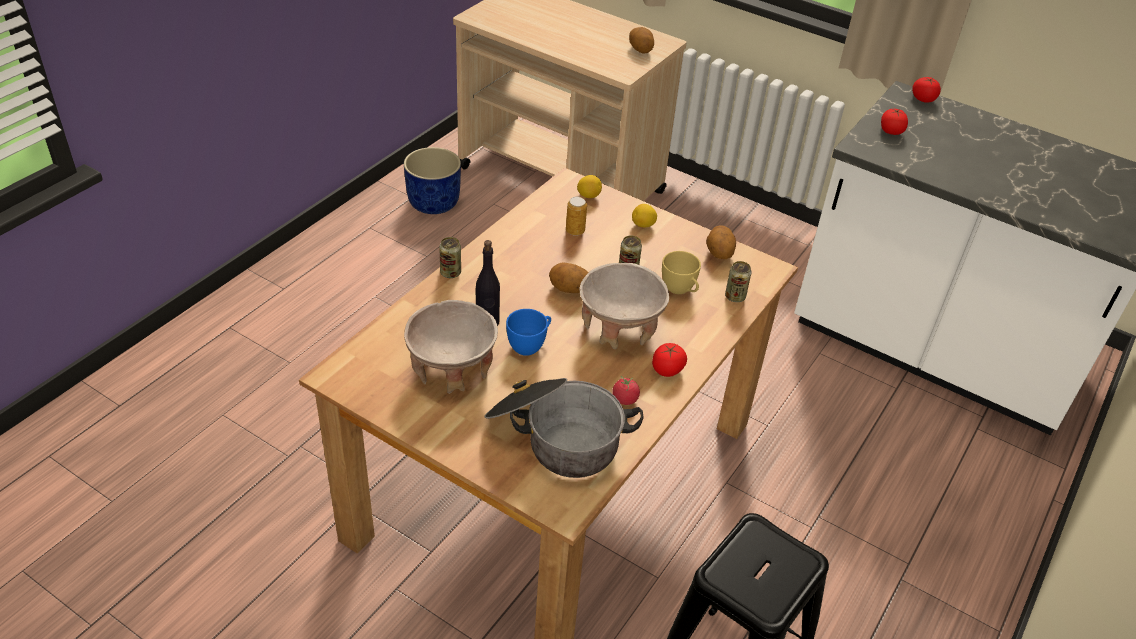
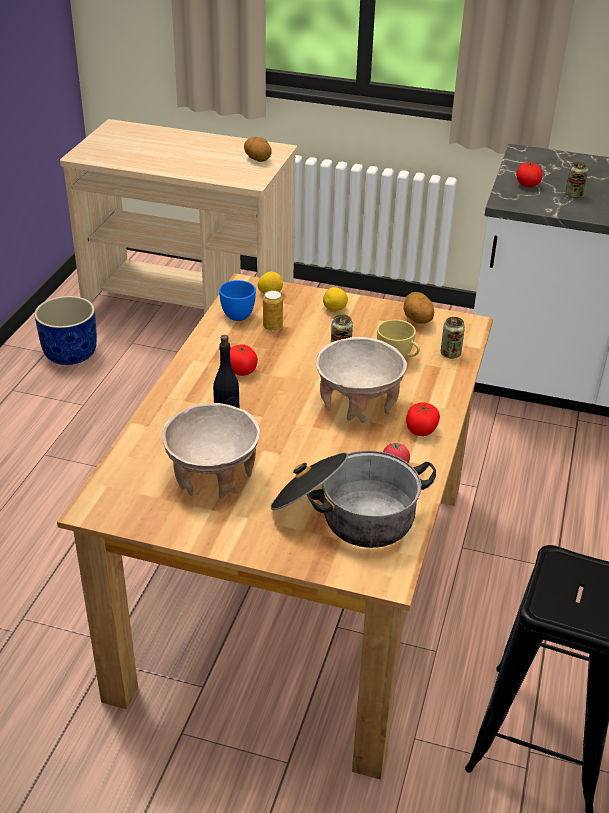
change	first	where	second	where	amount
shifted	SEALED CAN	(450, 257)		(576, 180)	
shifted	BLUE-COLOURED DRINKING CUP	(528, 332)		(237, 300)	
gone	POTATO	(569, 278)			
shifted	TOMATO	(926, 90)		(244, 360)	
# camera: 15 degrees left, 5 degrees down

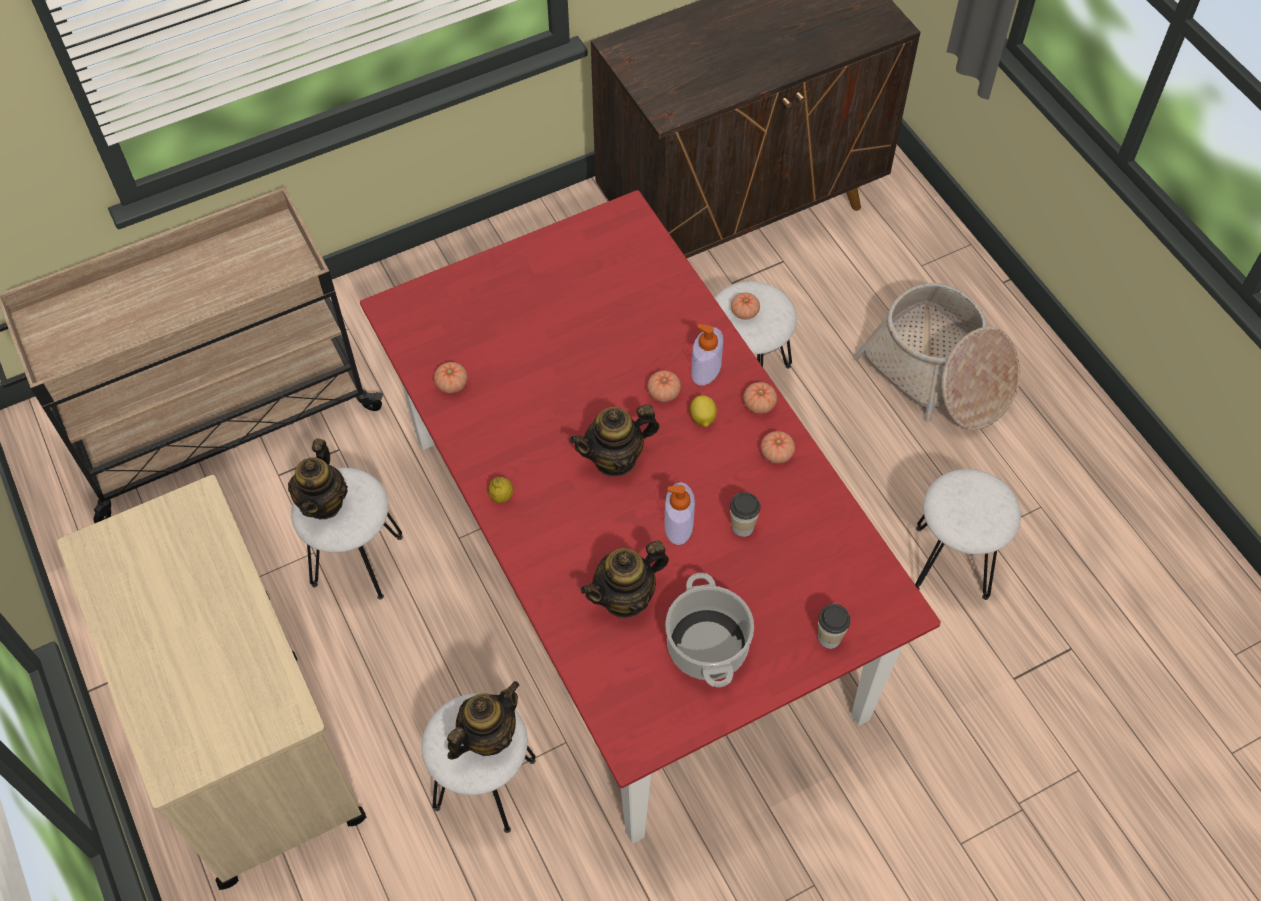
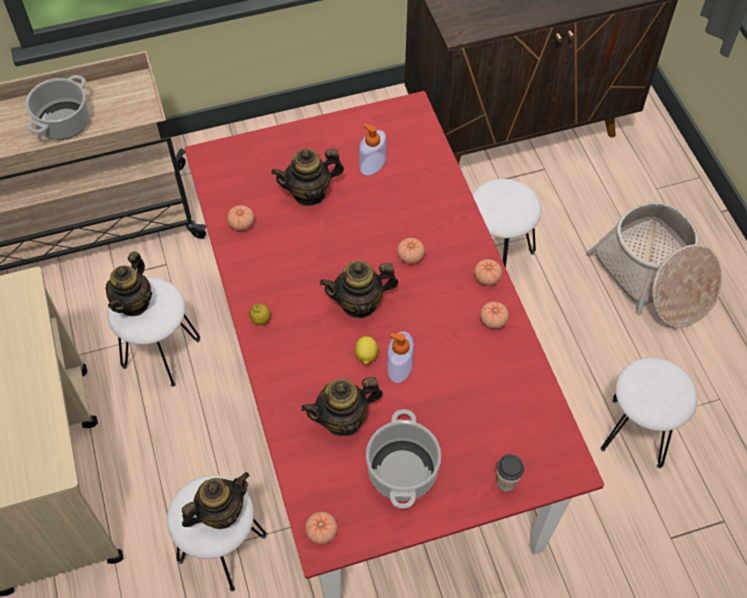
change	first	where	second	where	amount
shifted	LEMON	(703, 411)		(366, 350)	
shifted	SOAP BOTTLE	(707, 354)		(372, 150)	
gone	DRINKING CUP	(745, 514)			
shifted	TOMATO	(745, 306)		(321, 528)	
new			COOKING POT	(58, 107)	
new			TEAPOT	(307, 177)	
# camera: 10 degrees right, 0 degrees up

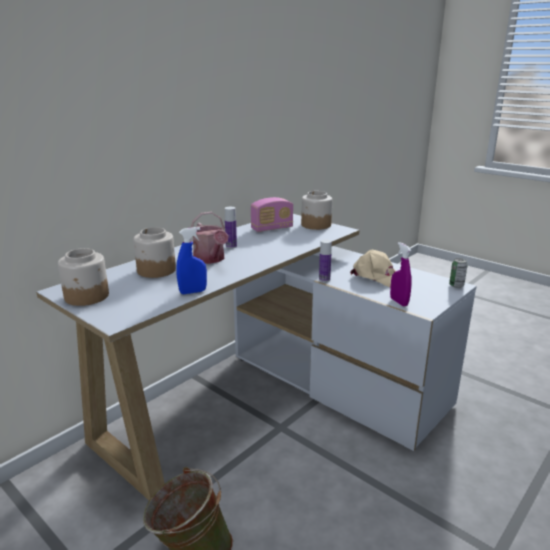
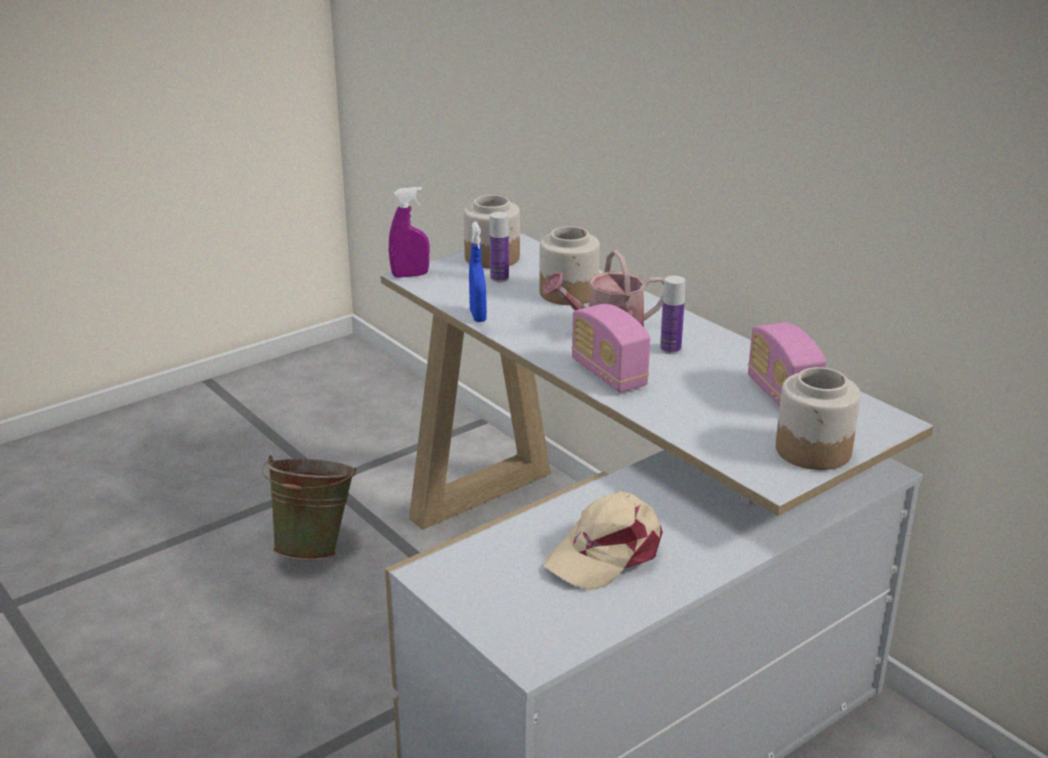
change	first	where	second	where	amount
shifted	BEVERAGE BOTTLE	(325, 260)		(499, 247)	
shifted	PURPLE-COLOURED HAND SPRAYER	(401, 274)		(409, 232)	
gone	SEALED CAN	(458, 273)			
new			RADIO	(610, 348)	
# camera: 100 degrees right, 5 degrees up

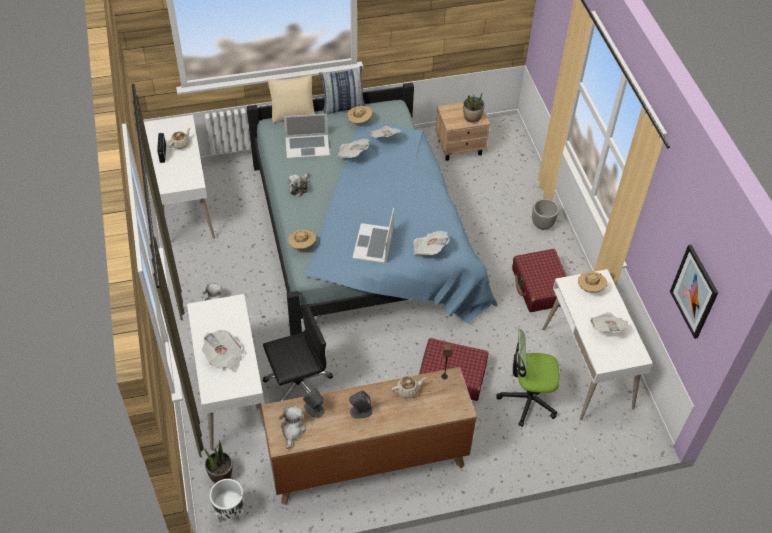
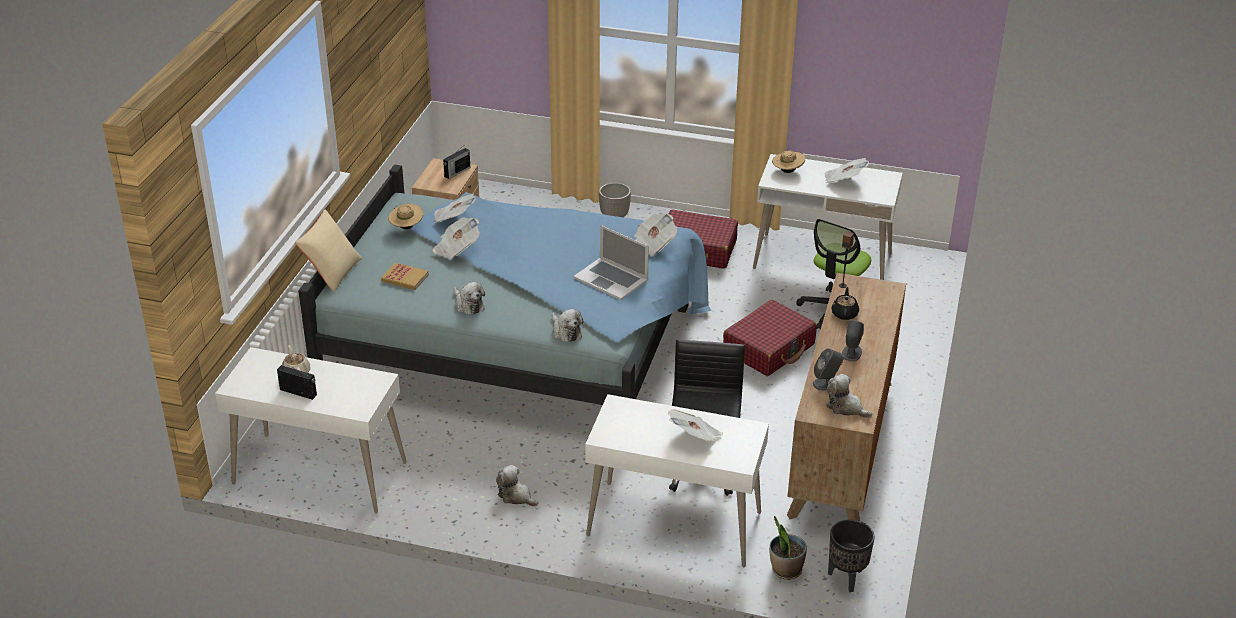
change	first	where	second	where	amount
repainted	WHITE-COLOURED PLANT POT	(227, 501)	BLACK-COLOURED PLANT POT	(851, 555)	
swapped	NOTEBOOK COMPUTER	(307, 136)	BOUND BOOK	(405, 276)	
swapped	BEIGE CLOTHING HAT	(302, 239)	SOFT TOY	(568, 325)	
gone	THROW PILLOW	(342, 90)			
repainted	BEIGE TEAPOT	(409, 387)	BLACK-COLOURED TEAPOT	(845, 303)	
swapped	PLANT IN A POT	(473, 107)	RADIO	(456, 163)	
gone	WALL ART	(694, 292)			
# camera: 60 degrees left, 15 degrees down

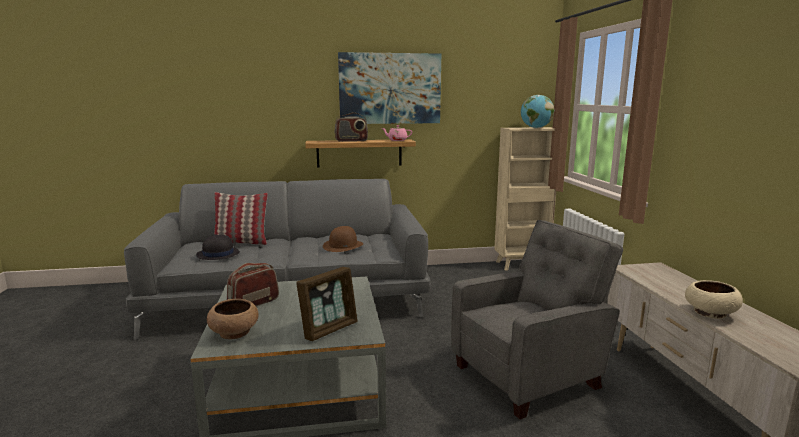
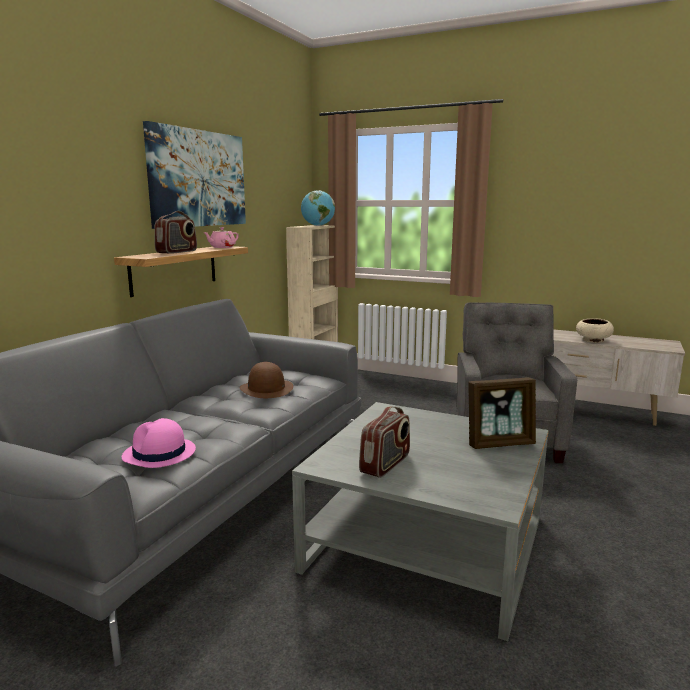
change	first	where	second	where	amount
repainted	BLACK-COLOURED CLOTHING HAT	(218, 247)	PINK CLOTHING HAT	(159, 443)	
gone	BROWN-COLOURED DEEP DISH	(233, 319)			
gone	THROW PILLOW	(241, 218)			
rotated	RADIO	(253, 285)		(384, 442)	135 degrees counterclockwise
rotated	STANDING FRAME	(327, 304)		(502, 413)	90 degrees clockwise
# camera: 55 degrees left, 0 degrees up

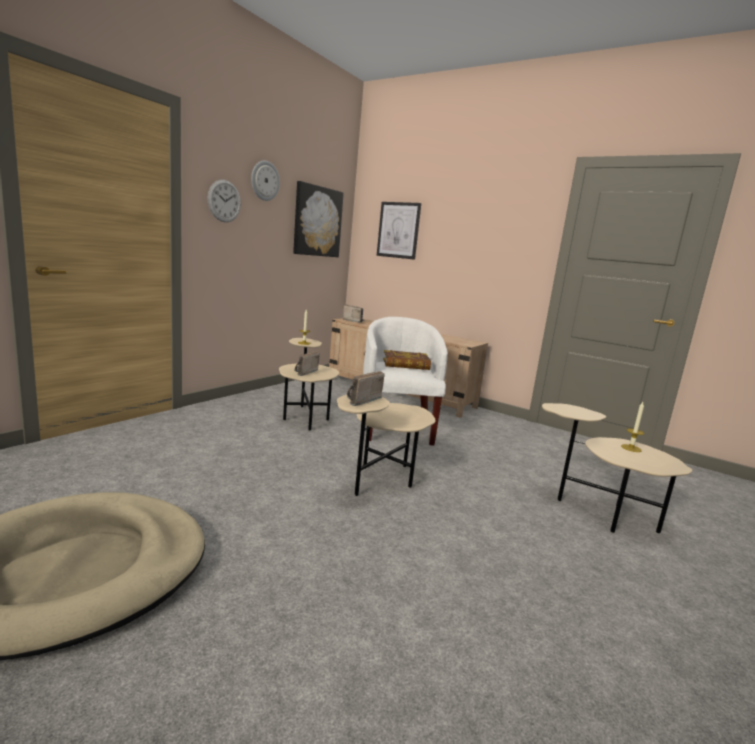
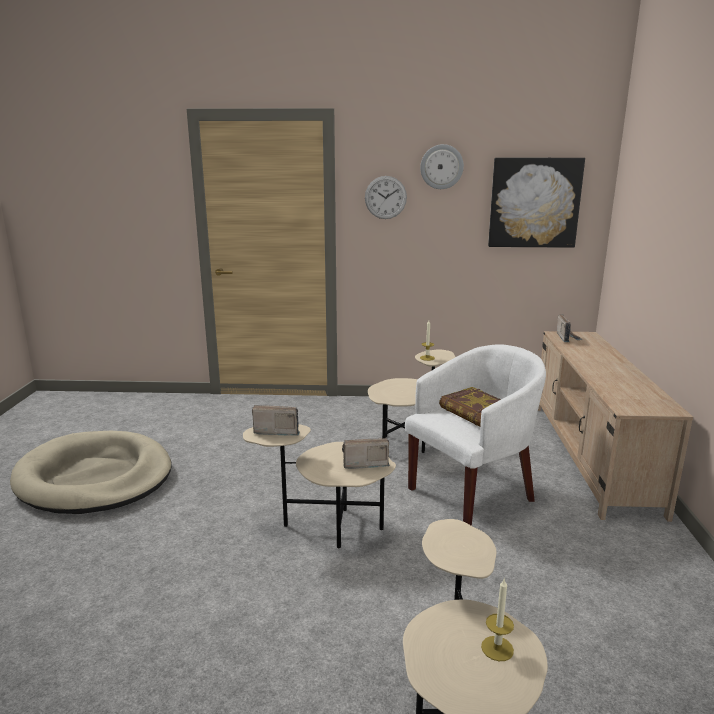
change	first	where	second	where	amount
shifted	RADIO	(307, 363)		(366, 453)	
gone	WALL ART	(399, 231)			
# camera: 60 degrees right, 5 degrees up

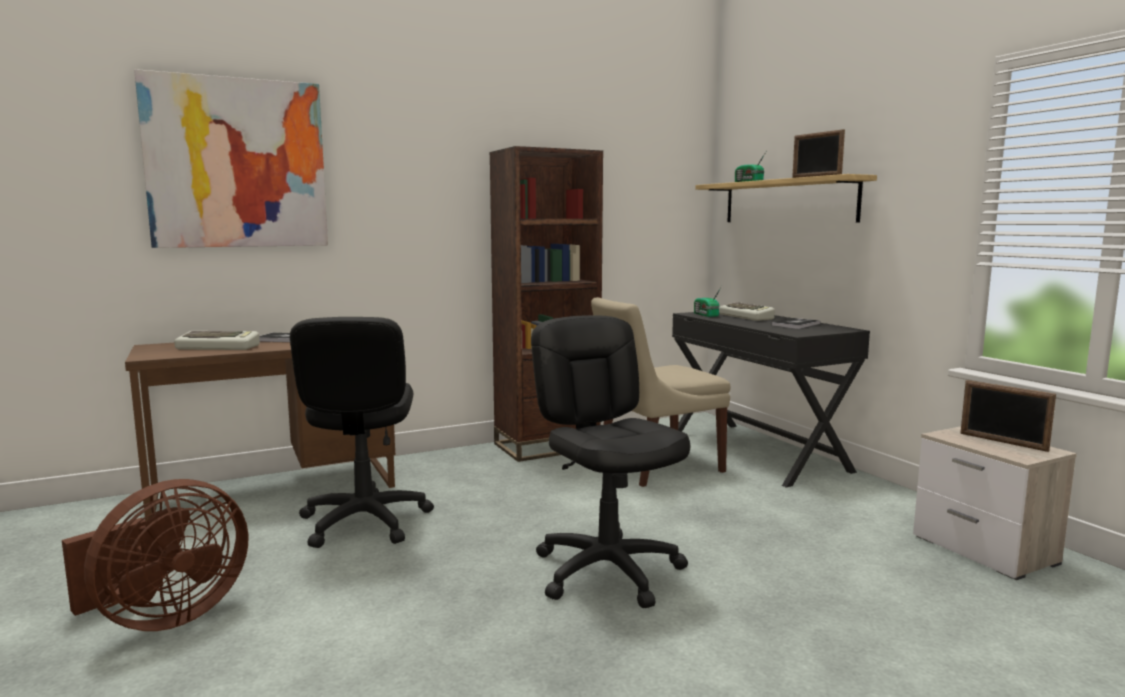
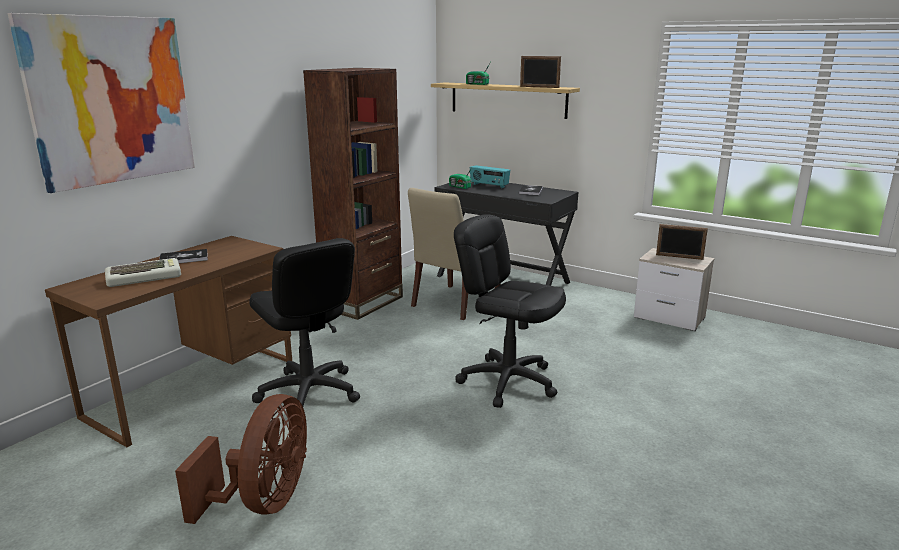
change	first	where	second	where	amount
swapped	COMPUTER KEYBOARD	(747, 311)	RADIO	(490, 177)	
# camera: 30 degrees left, 10 degrees up

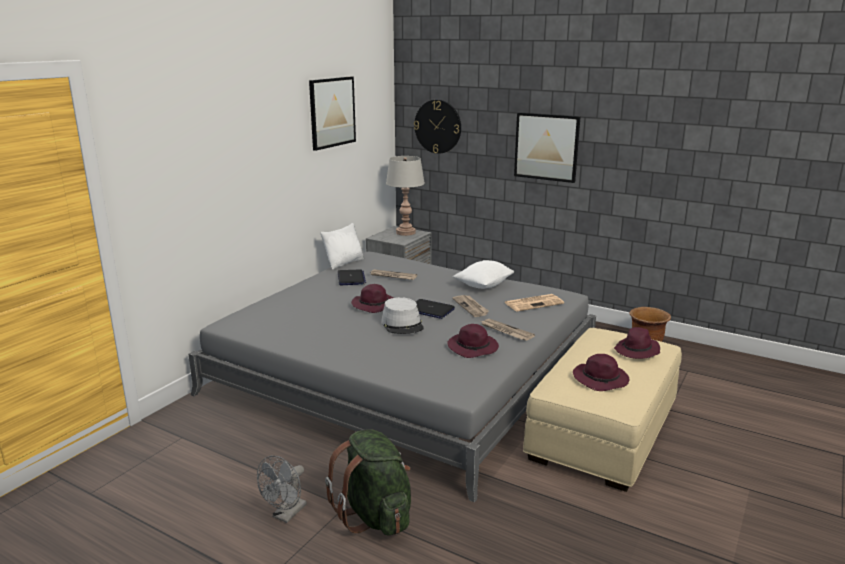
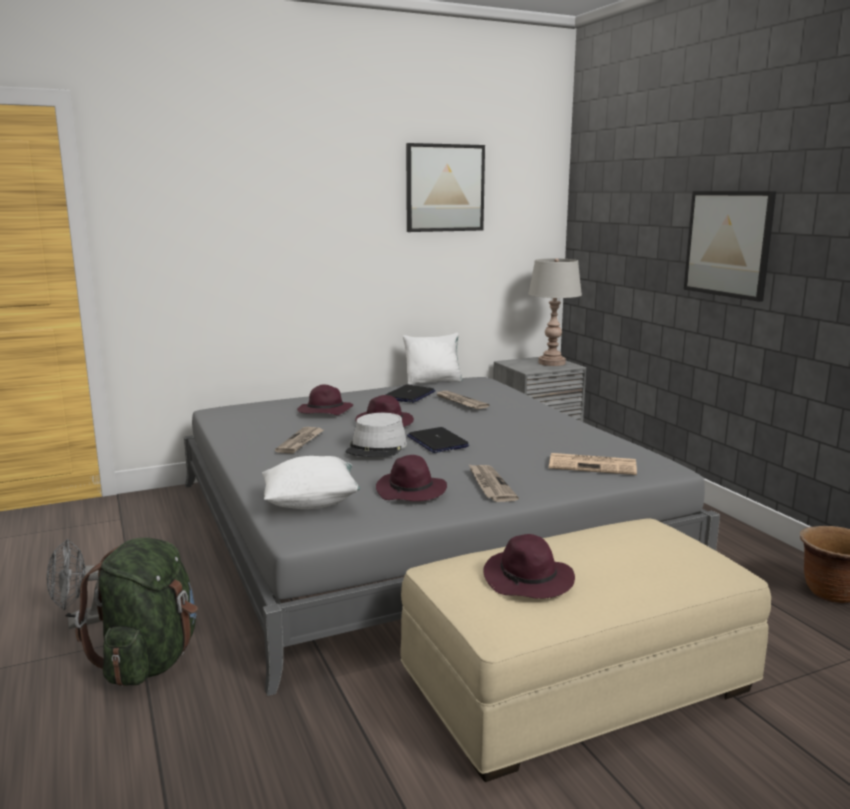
change	first	where	second	where	amount
gone	CLOCK ON THE WALL	(437, 127)			
shifted	WHITE-COLOURED THROW PILLOW	(483, 274)		(311, 482)	
shifted	DAILY PAPER	(471, 306)		(299, 440)	
shifted	PURPLE-COLOURED CLOTHING HAT	(637, 343)		(325, 400)	
# camera: 35 degrees right, 5 degrees down

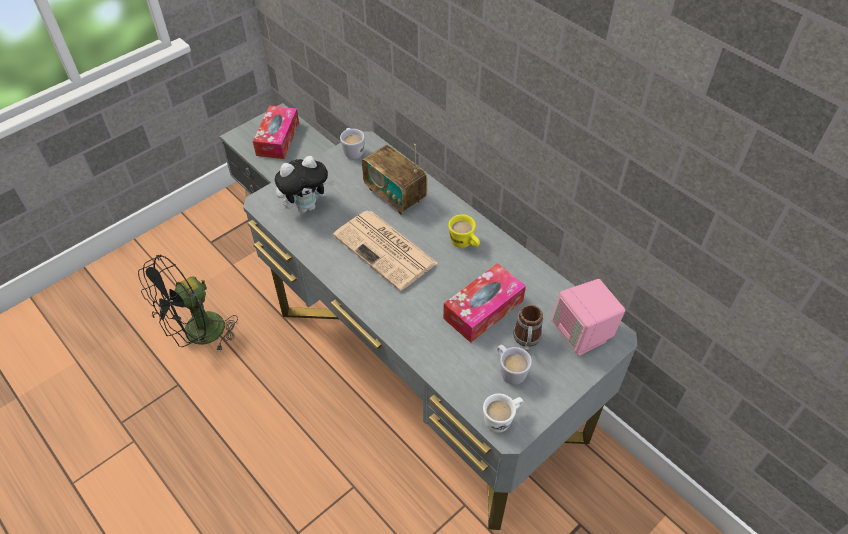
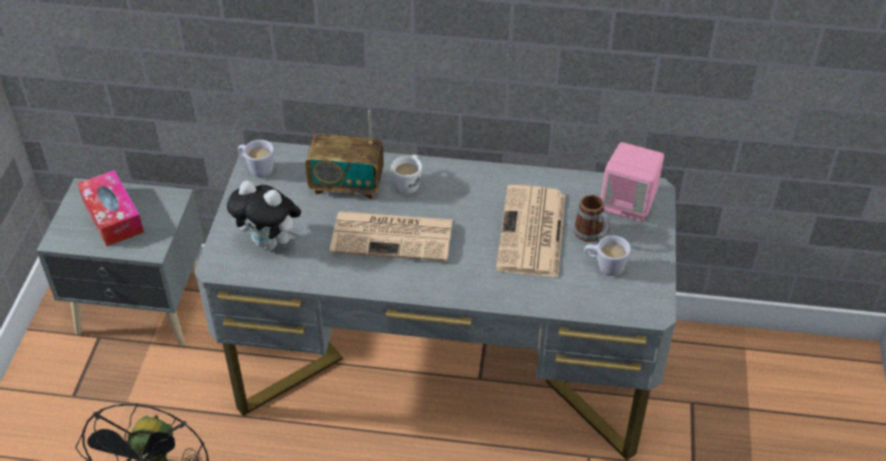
change	first	where	second	where	amount
rotated	SOFT TOY	(304, 184)		(264, 215)	90 degrees clockwise
swapped	BOX OF TISSUES	(484, 303)	DAILY PAPER	(531, 231)	
gone	YELLOWISH COFFEE MUG	(464, 231)			
shifted	WHITE-COLOURED COFFEE MUG	(503, 413)		(406, 174)	
# camera: 40 degrees left, 5 degrees down

